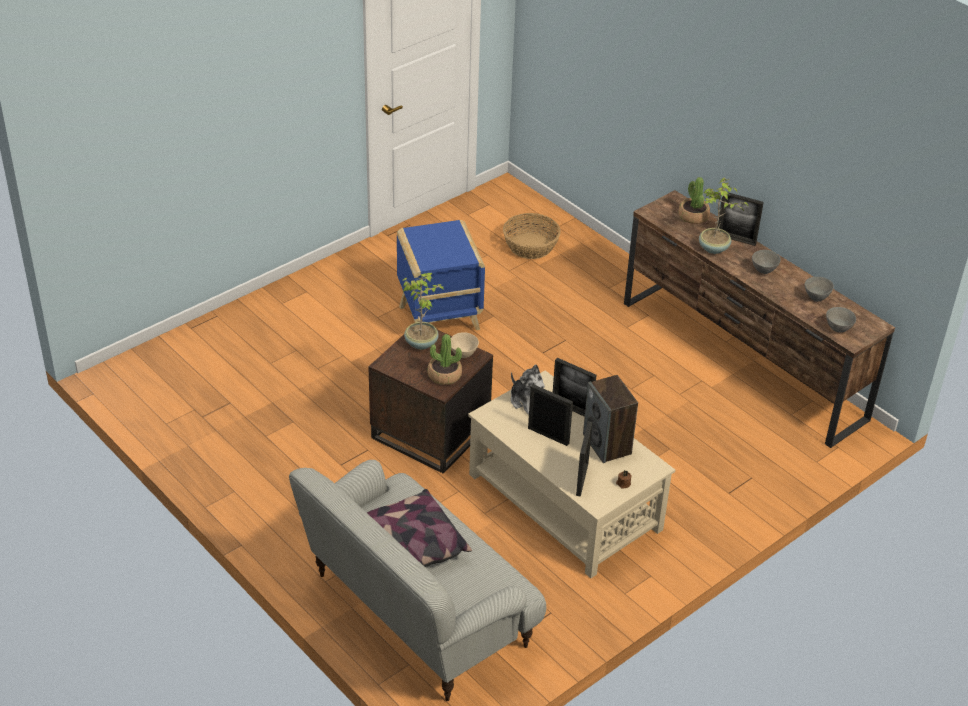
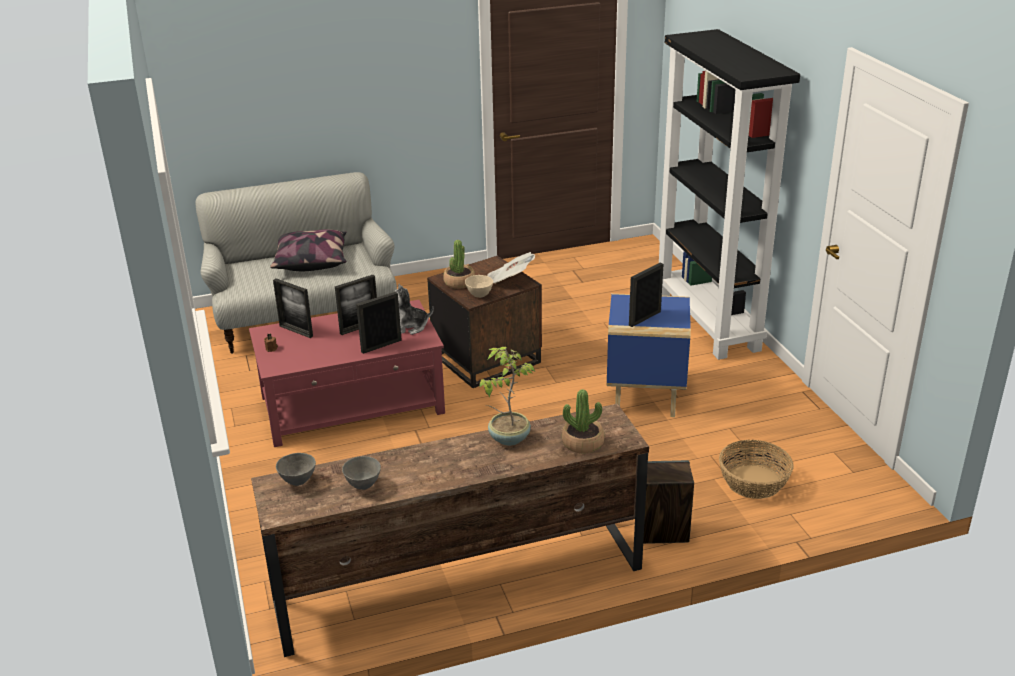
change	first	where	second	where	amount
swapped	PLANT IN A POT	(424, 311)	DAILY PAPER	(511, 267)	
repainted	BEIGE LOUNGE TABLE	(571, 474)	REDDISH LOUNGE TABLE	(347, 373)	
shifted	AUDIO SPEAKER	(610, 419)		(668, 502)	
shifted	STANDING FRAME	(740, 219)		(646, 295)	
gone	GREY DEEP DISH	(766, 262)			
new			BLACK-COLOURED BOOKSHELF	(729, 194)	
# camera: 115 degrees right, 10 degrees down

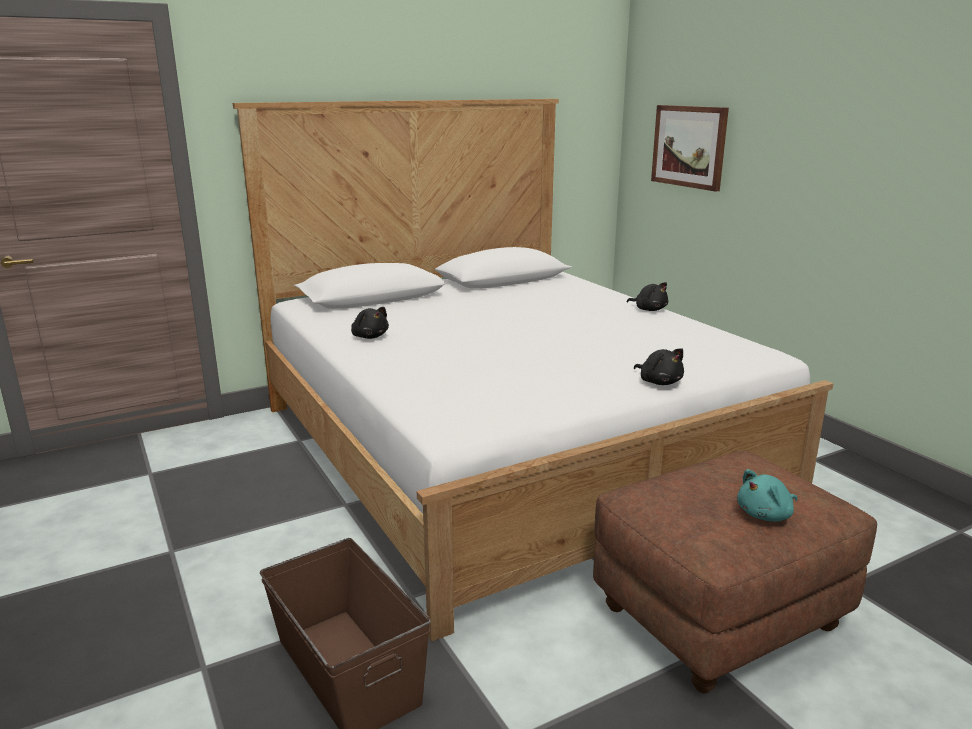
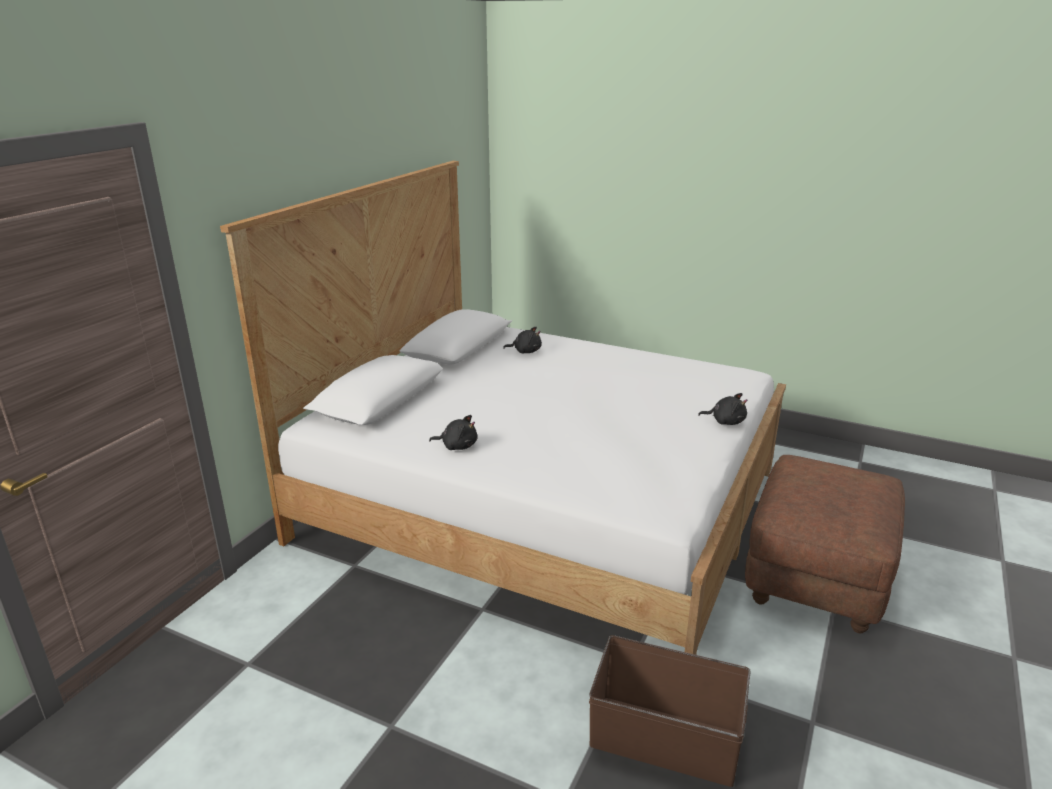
change	first	where	second	where	amount
shifted	BLACK-COLOURED SOFT TOY	(647, 296)		(522, 340)	
gone	WALL ART	(690, 148)			
gone	BLUE-GREEN SOFT TOY	(767, 495)			
# camera: 35 degrees left, 5 degrees up

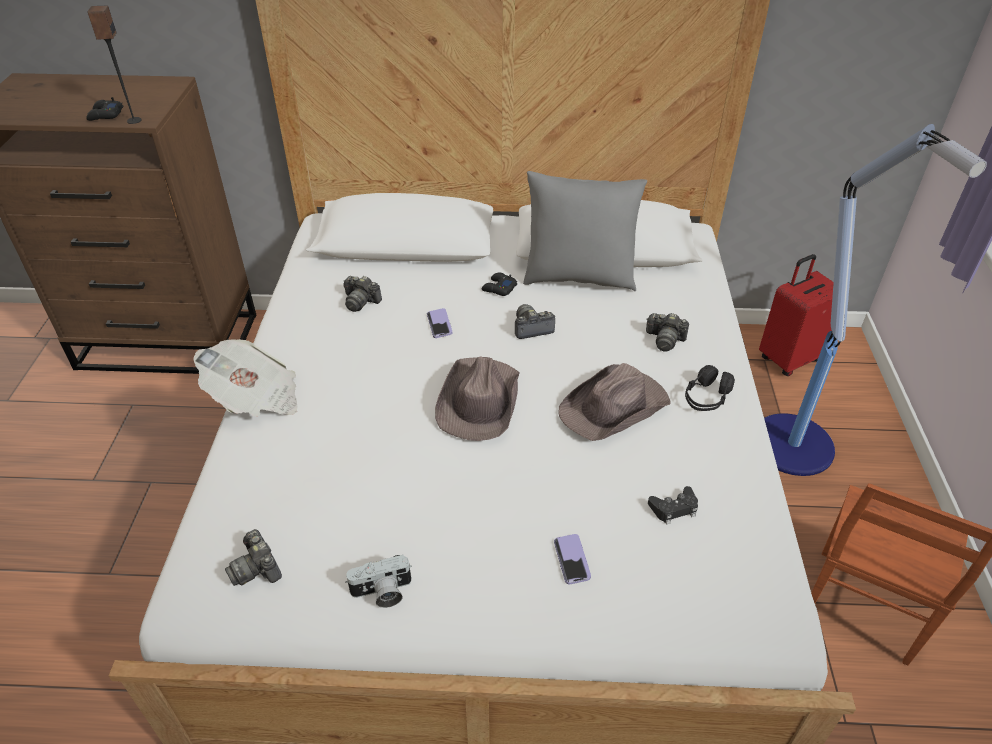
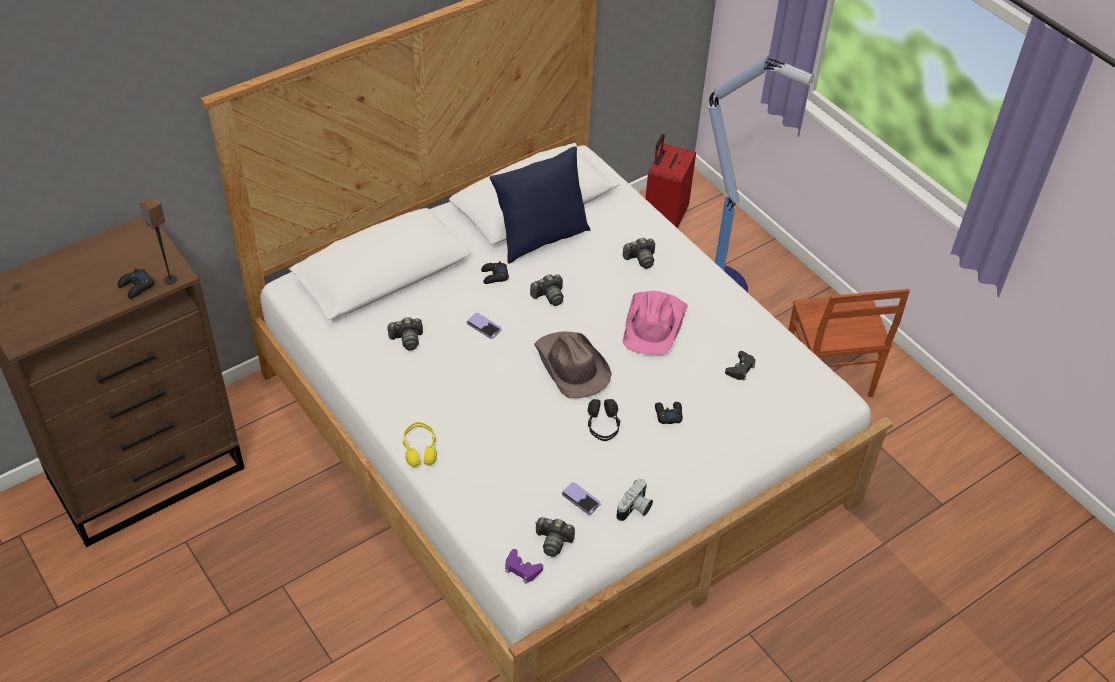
change	first	where	second	where	amount
swapped	DAILY PAPER	(245, 378)	YELLOWISH PAIR OF HEADPHONES	(420, 444)	
rotated	STILL CAMERA	(535, 321)		(547, 290)	150 degrees counterclockwise
repainted	GREY THROW PILLOW	(585, 231)	BLUE-COLOURED THROW PILLOW	(540, 205)	
shifted	TELEPHONE	(572, 559)		(581, 498)	
repainted	BROWN-COLOURED CLOTHING HAT	(614, 402)	PINK CLOTHING HAT	(655, 322)	
shifted	BLACK-COLOURED PAIR OF HEADPHONES	(710, 388)		(604, 420)	
new			PURPLE-COLOURED GAME CONTROLLER	(524, 566)	
new			BLACK-COLOURED GAME CONTROLLER	(669, 413)	
# camera: 40 degrees left, 5 degrees up

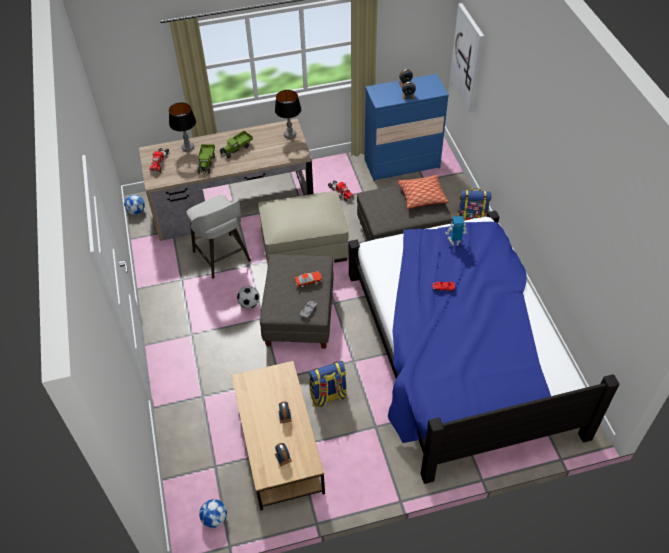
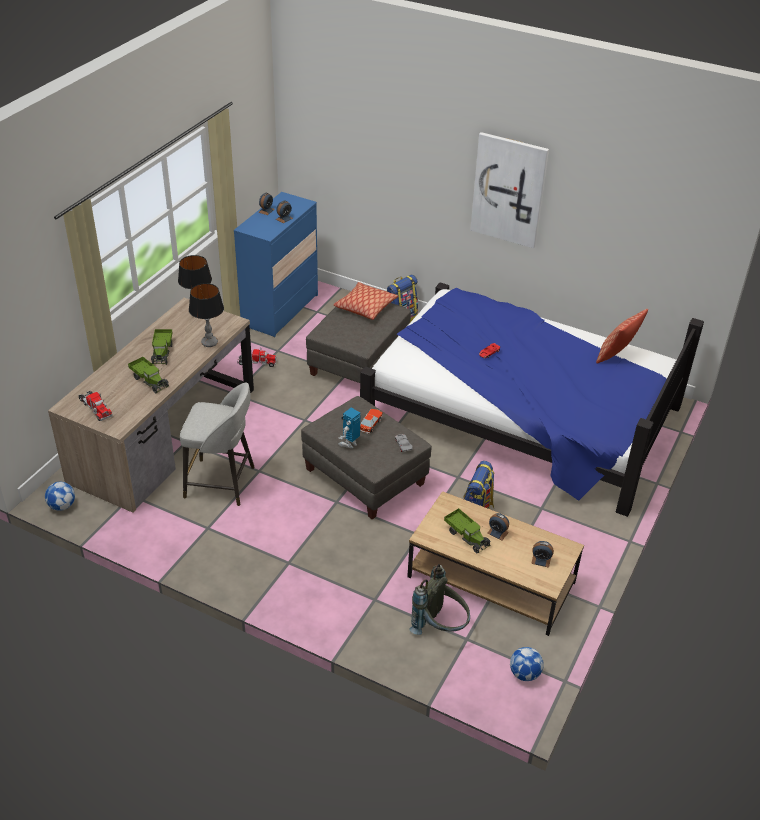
change	first	where	second	where	amount
shifted	LAMP FOR A TABLE	(182, 127)		(206, 315)	
gone	BALL FOR FOOTBALL	(248, 297)			
gone	BEIGE FOOTREST	(303, 228)			
shifted	TOY ROBOT	(456, 231)		(349, 428)	
shifted	WALL ART	(467, 57)		(509, 190)	
new			GREY BACKPACK	(439, 599)	
new			MODEL TRUCK	(467, 530)	
new			THROW PILLOW	(622, 336)	
# camera: 50 degrees left, 10 degrees down

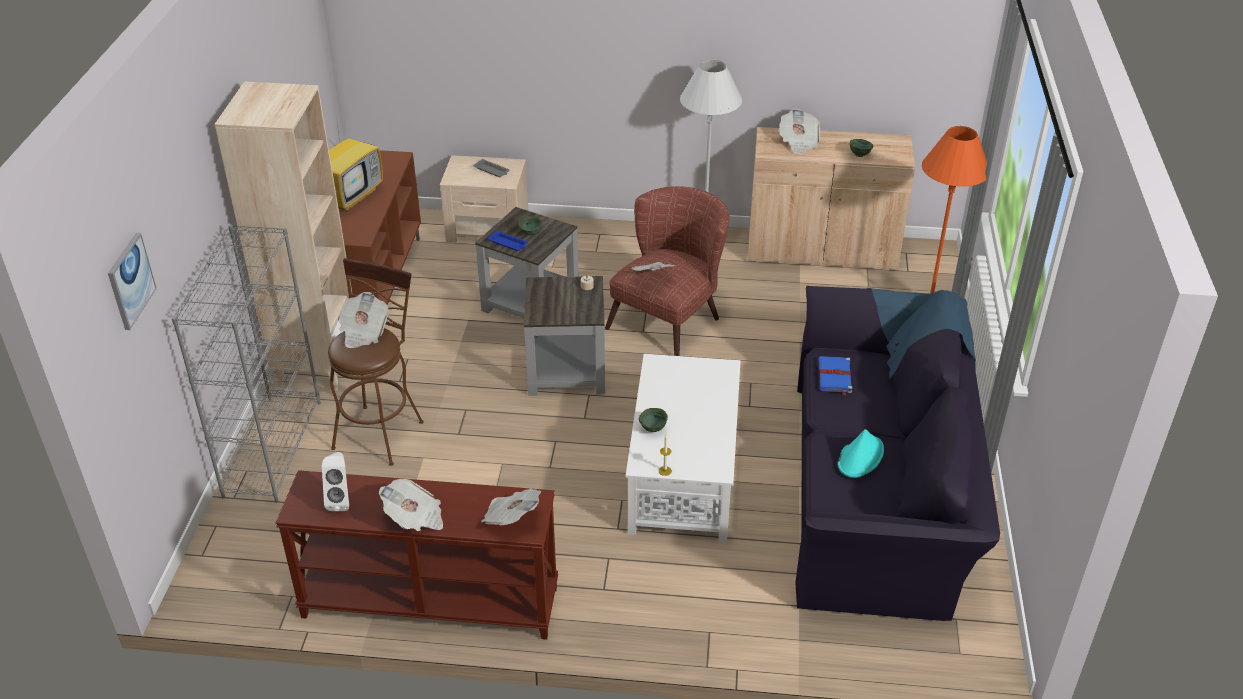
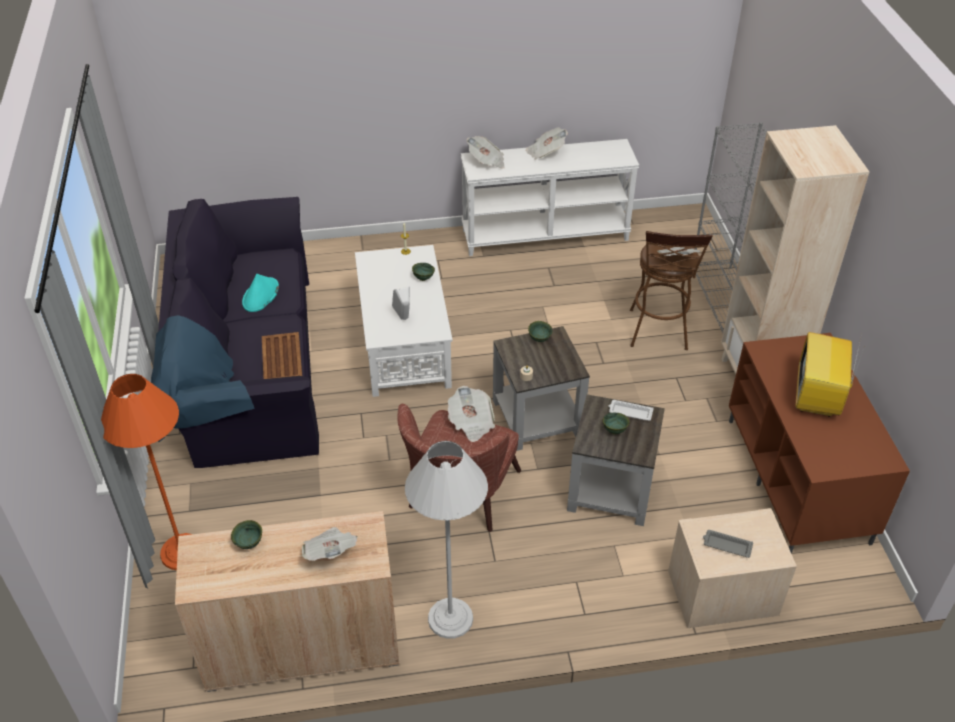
change	first	where	second	where	amount
gone	WALL ART	(132, 281)			
repainted	BROWN-COLOURED CONSOLE TABLE	(416, 555)	WHITE-COLOURED CONSOLE TABLE	(550, 197)	
shifted	WHITE-COLOURED AUDIO SPEAKER	(335, 481)		(401, 303)	
repainted	BLUE-COLOURED TRAY	(507, 241)	WHITE-COLOURED TRAY	(631, 410)	
swapped	BLUE-COLOURED BOUND BOOK	(835, 375)	BROWN-COLOURED TRAY	(282, 355)	
new			GREEN DEEP DISH	(540, 331)	
# camera: 165 degrees right, 5 degrees up

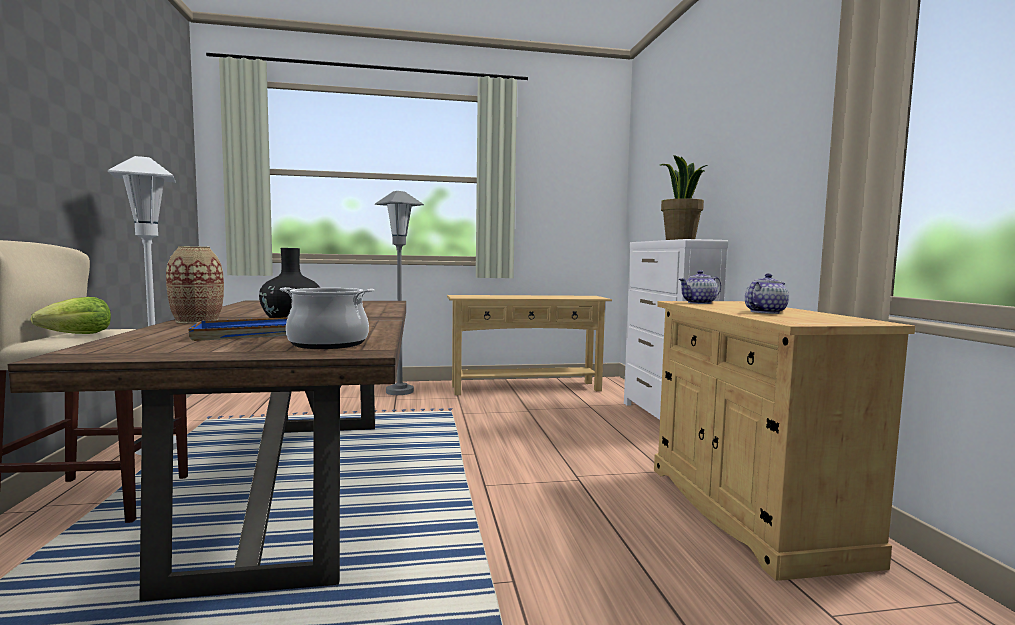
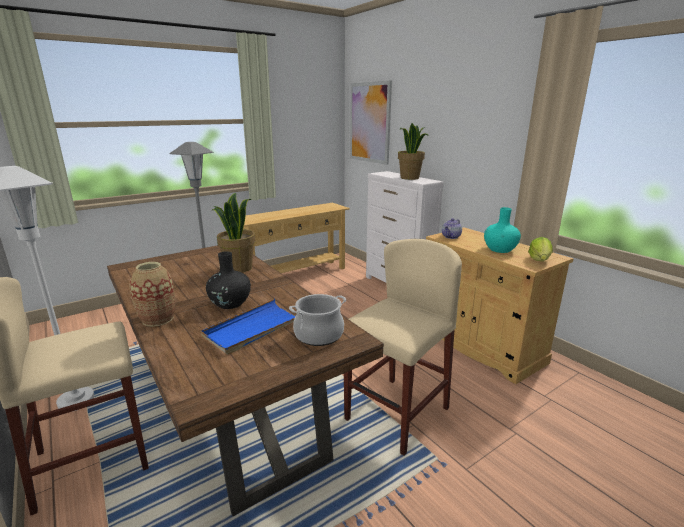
change	first	where	second	where	amount
shifted	LETTUCE	(70, 315)		(540, 249)	
swapped	TEAPOT	(767, 293)	BLUE-GREEN DECORATIVE VASE	(502, 230)	
new			PLANT IN A POT	(233, 232)	
new			BEIGE SITTING STOOL	(403, 347)	
new			WALL ART	(371, 123)	
# camera: 25 degrees left, 15 degrees up

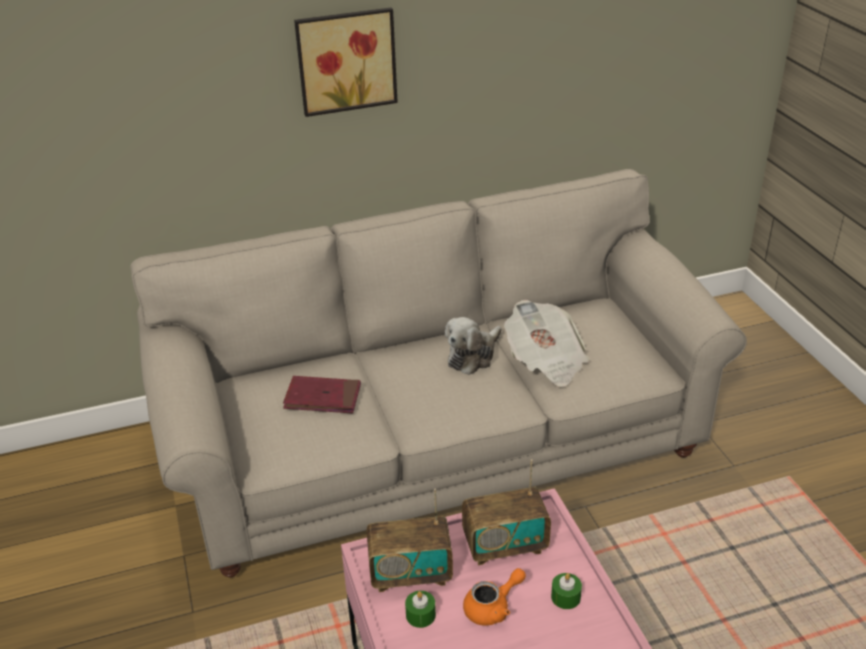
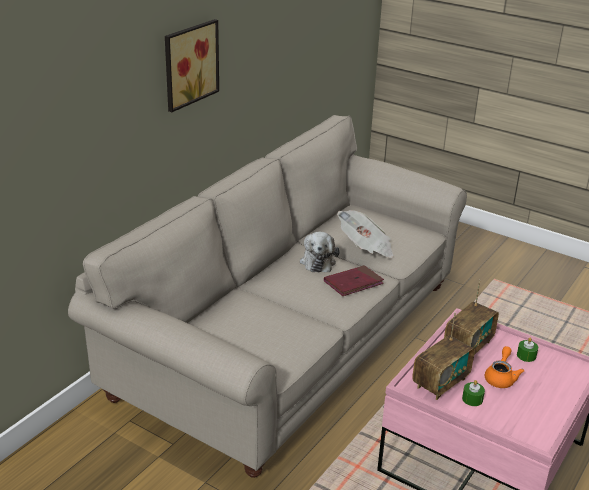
change	first	where	second	where	amount
shifted	REDDISH BOUND BOOK	(322, 395)		(354, 280)	
# camera: 40 degrees left, 5 degrees down

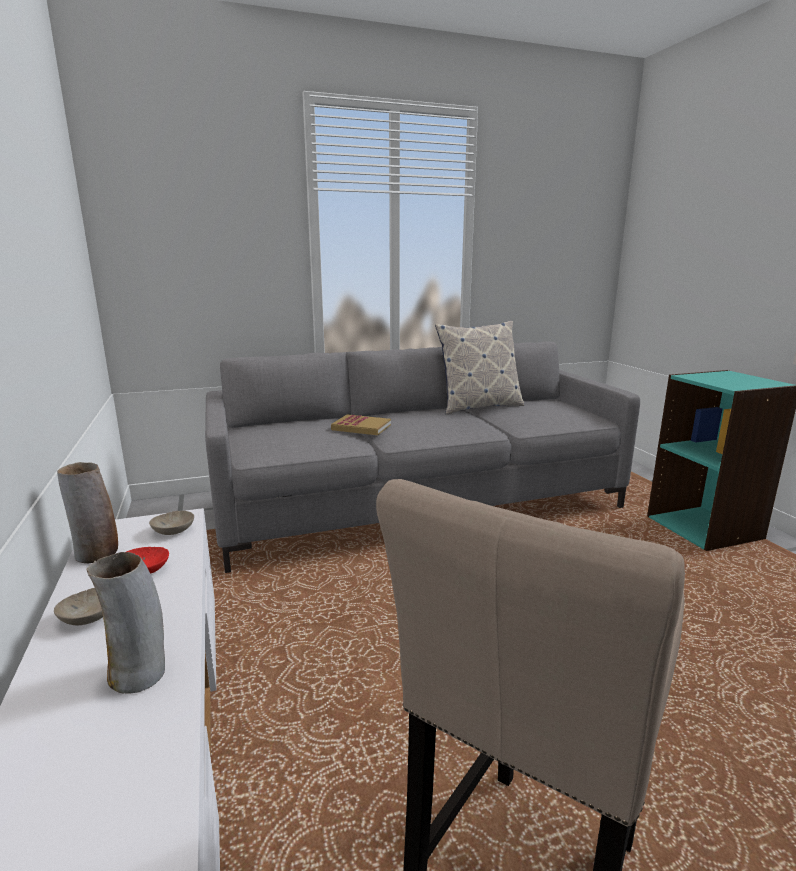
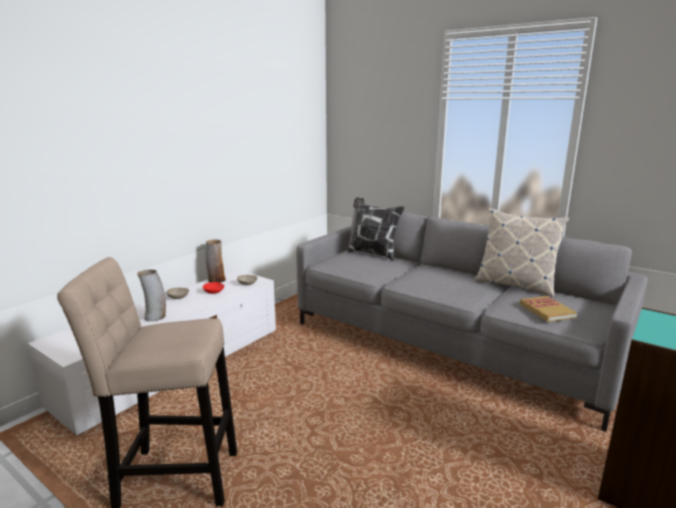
change	first	where	second	where	amount
shifted	BOUND BOOK	(361, 424)		(548, 309)	
new			THROW PILLOW	(376, 229)	
# camera: 55 degrees right, 0 degrees up

